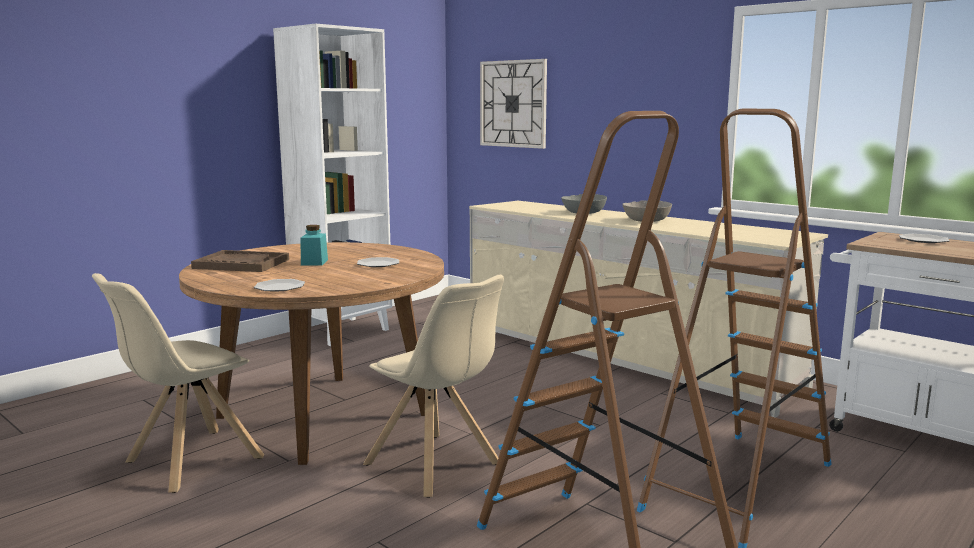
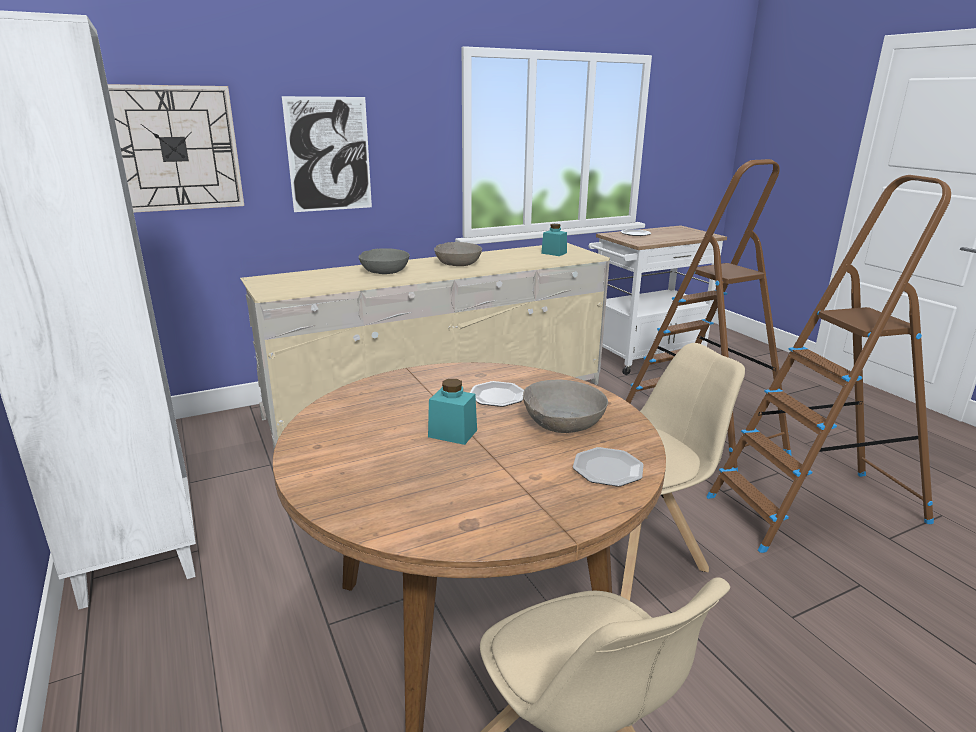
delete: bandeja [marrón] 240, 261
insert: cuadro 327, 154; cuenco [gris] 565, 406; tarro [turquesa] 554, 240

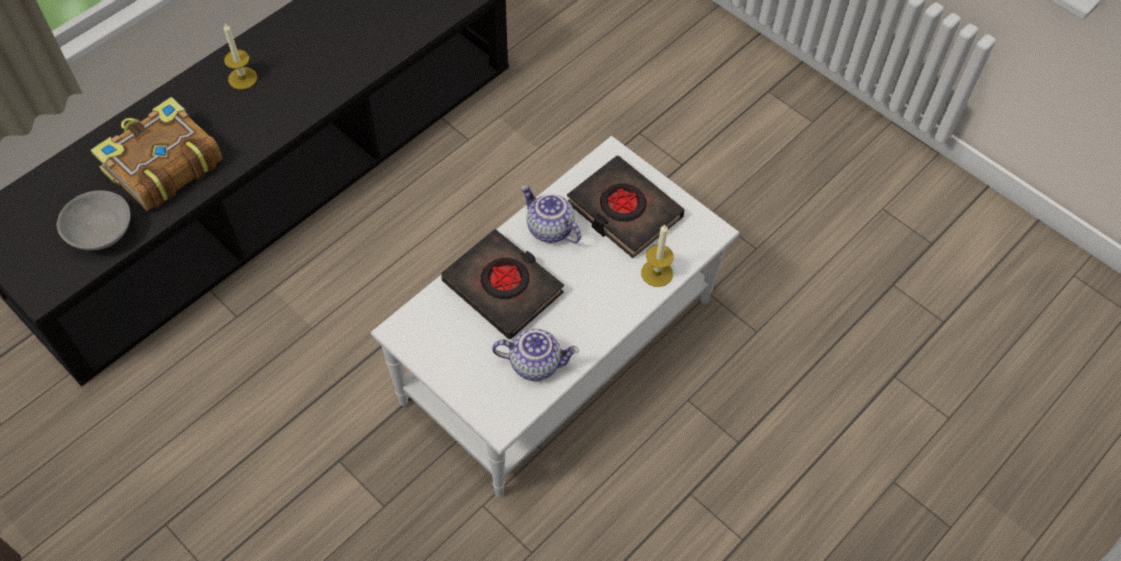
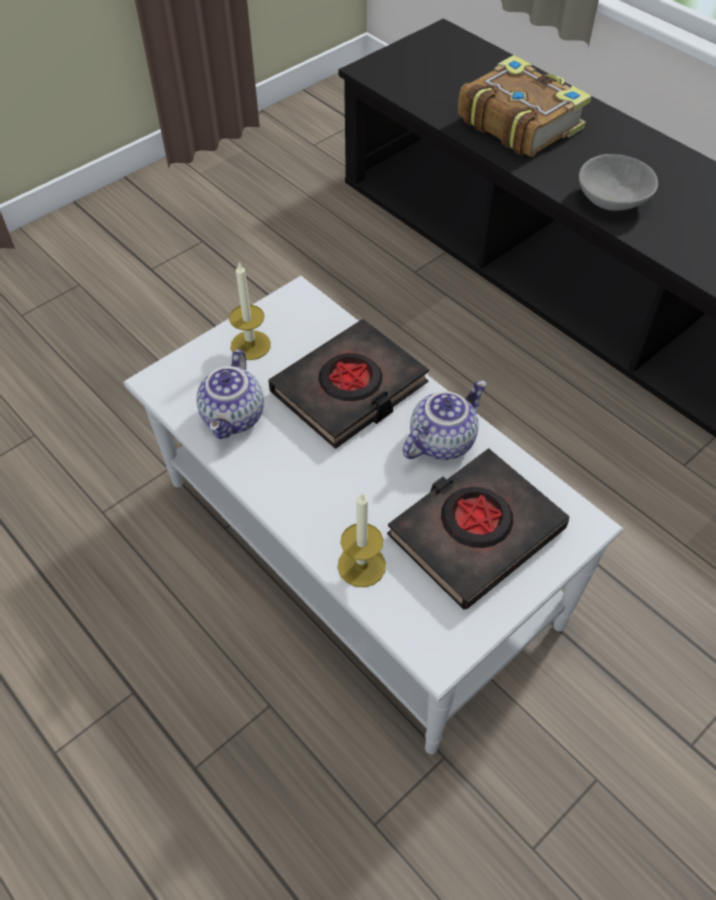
move: vela 240, 56 to 250, 311; cuenco [gris] 94, 220 to 618, 182

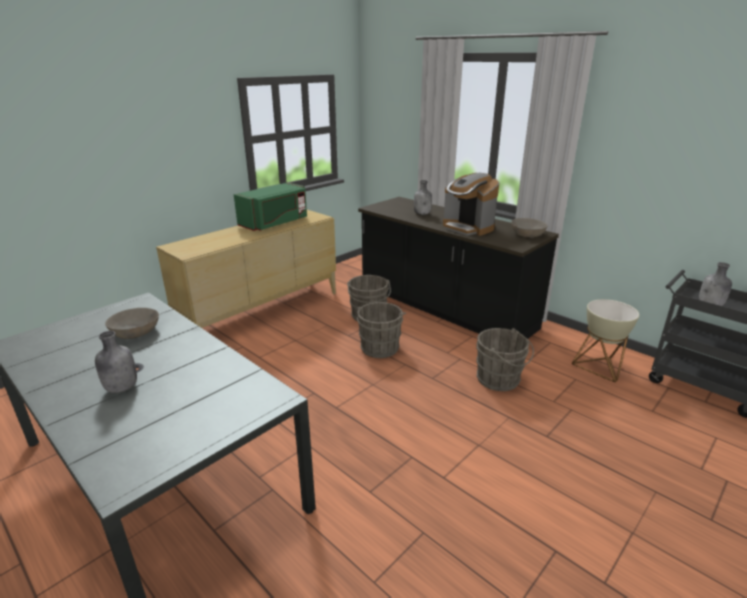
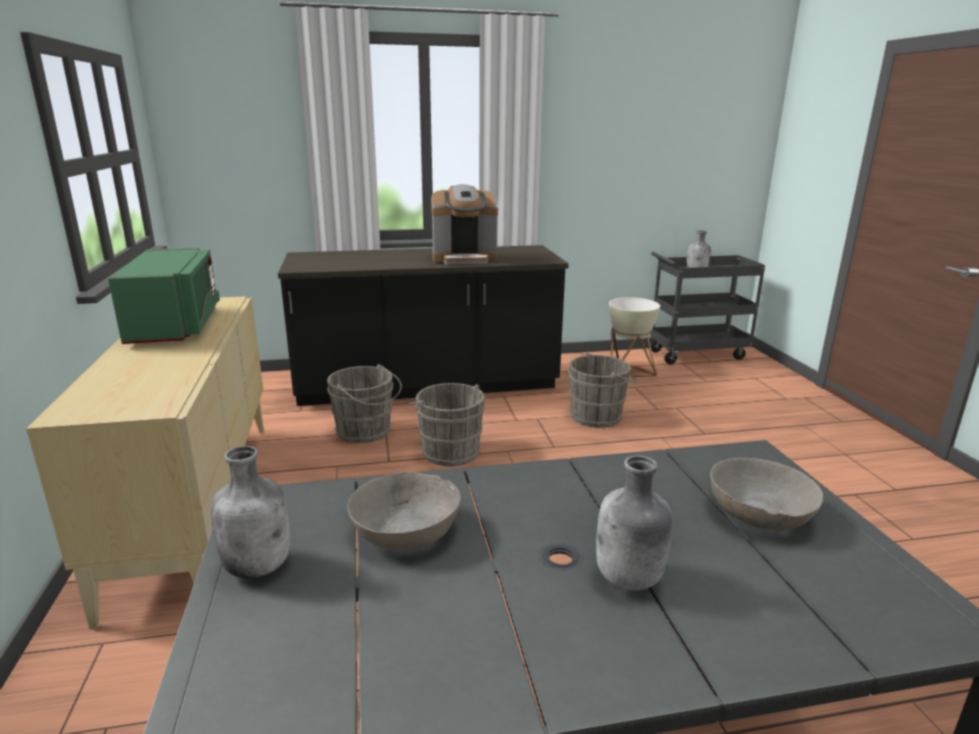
move: botella [gris] 423, 197 to 250, 512; cuenco [gris] 529, 227 to 766, 494

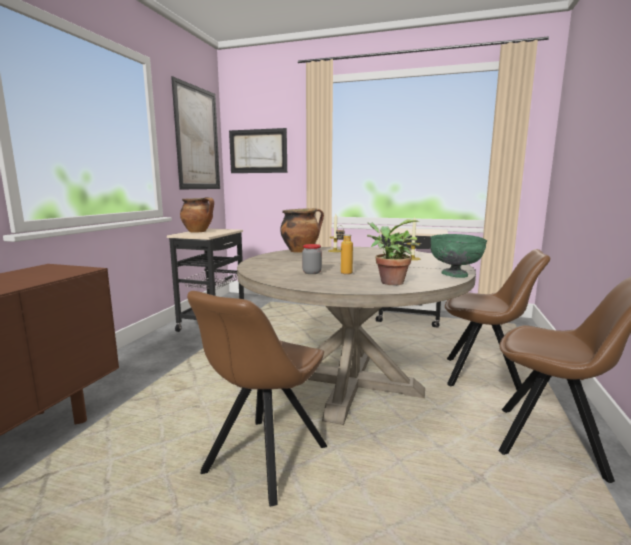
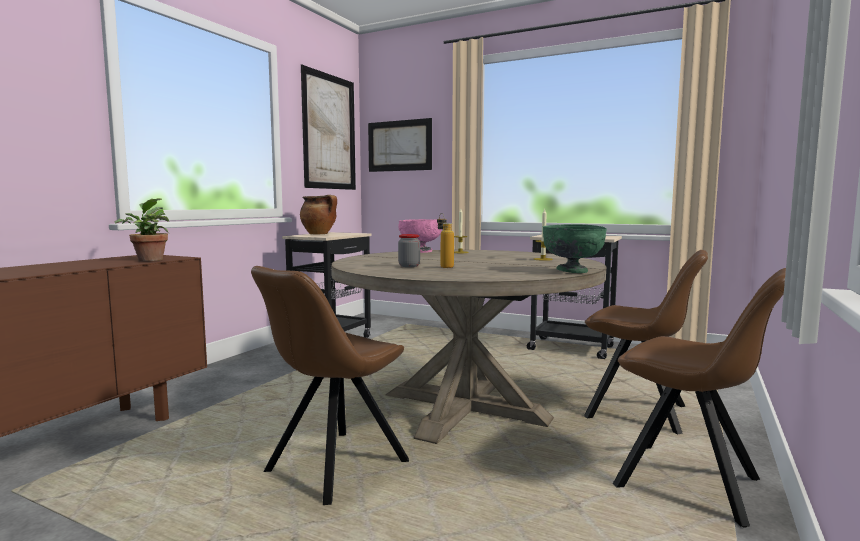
move: planta en maceta 393, 252 to 142, 229
replace: olla 302, 230 to cuenco [rosa] 420, 236

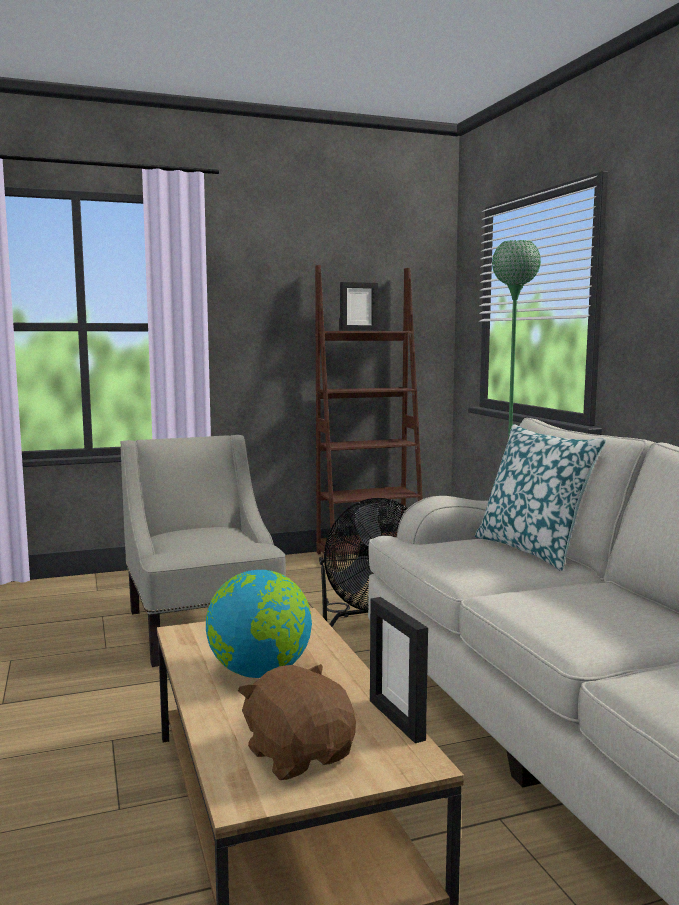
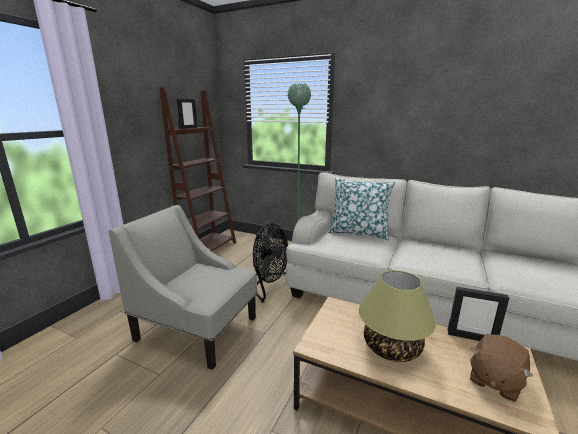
replace: globo terráqueo 259, 624 to lámpara de mesa 397, 316
rotate: peluche [marrón] 297, 722 = 501, 368 60 degrees counterclockwise

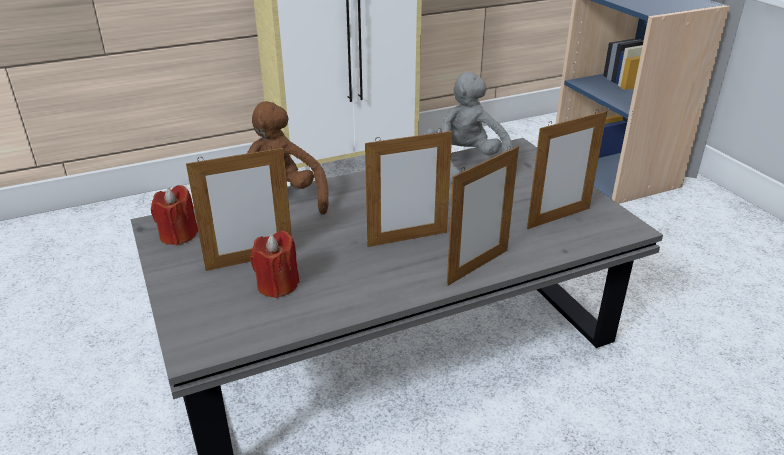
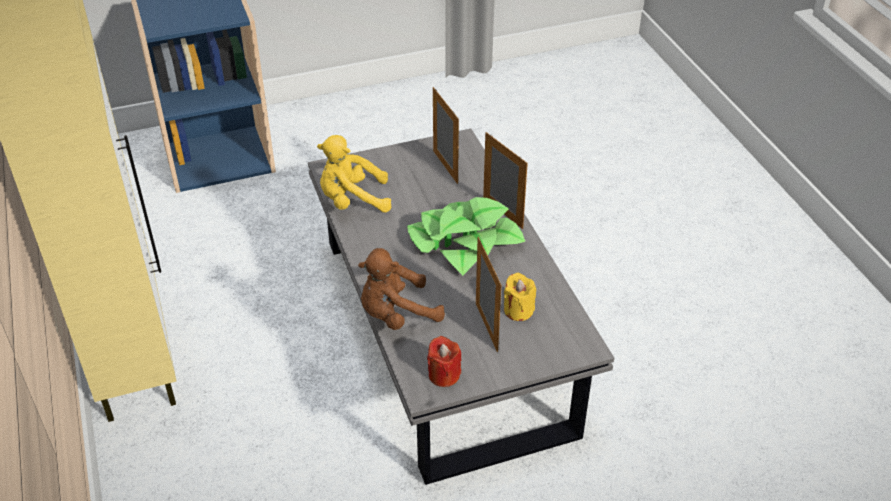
replace: portarretratos 408, 187 to planta en maceta 466, 236
recolor: peluche [gris] 468, 128 to peluche [amarillo] 354, 174; vela [rojo] 274, 264 to vela [amarillo] 520, 297

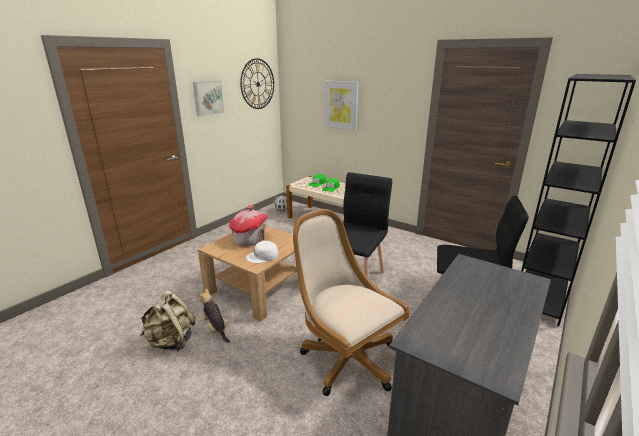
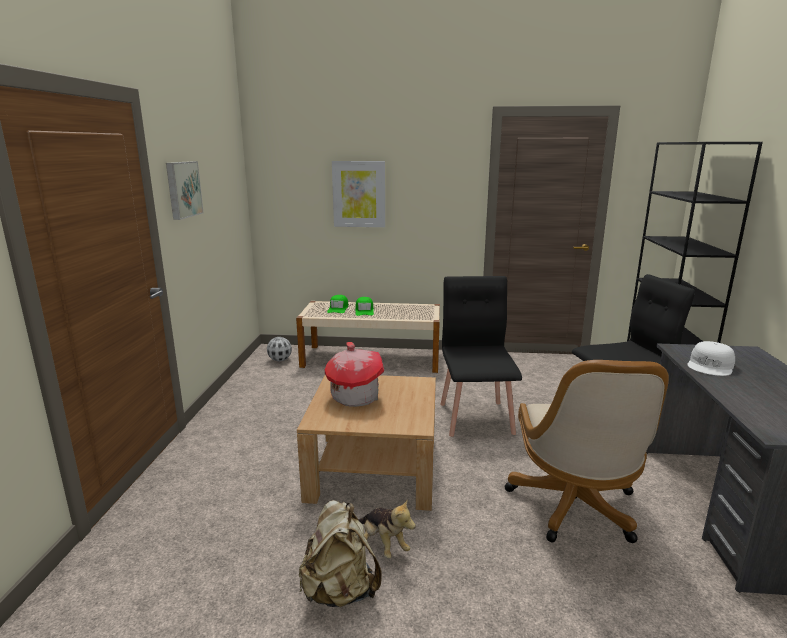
delete: reloj de pared 257, 83
move: gorra [blanco] 262, 252 to 711, 358
rotate: peluche 214, 315 = 387, 529 150 degrees counterclockwise; silla de oficina 351, 302 = 587, 451 105 degrees counterclockwise

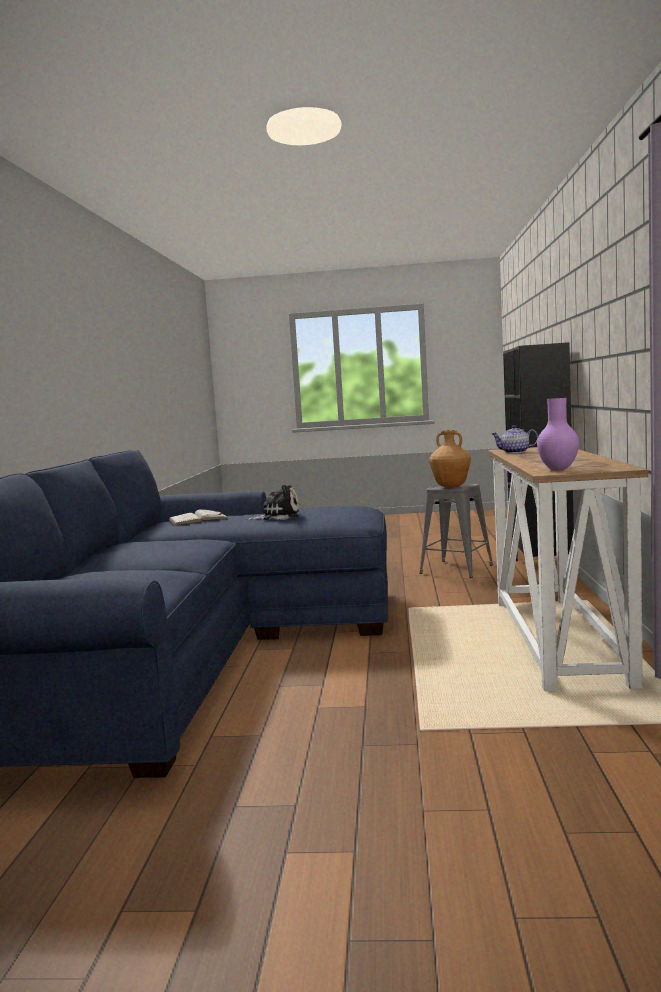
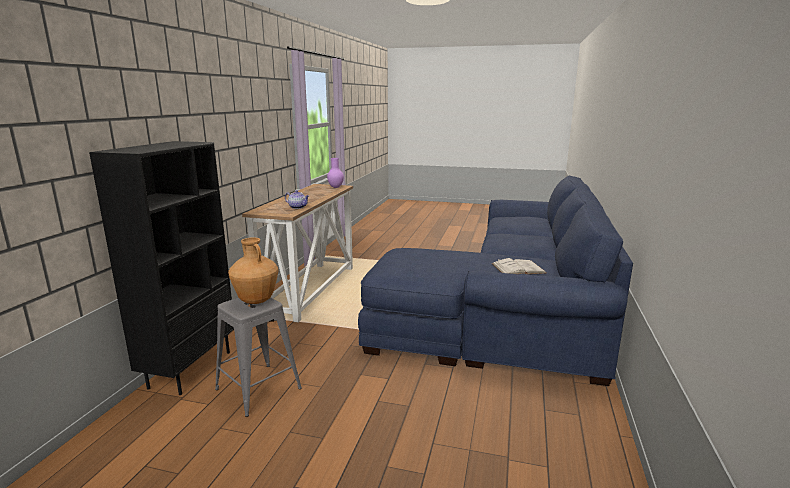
delete: peluche 273, 502

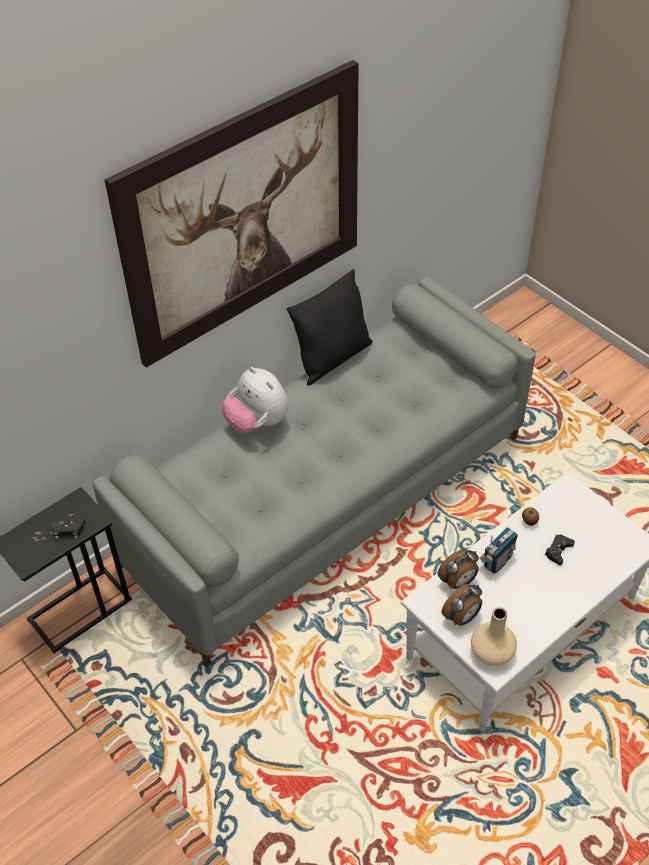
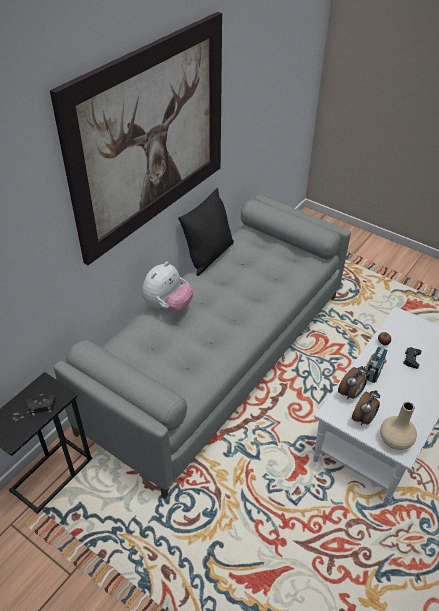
rotate: peluche 255, 400 = 168, 287 90 degrees counterclockwise

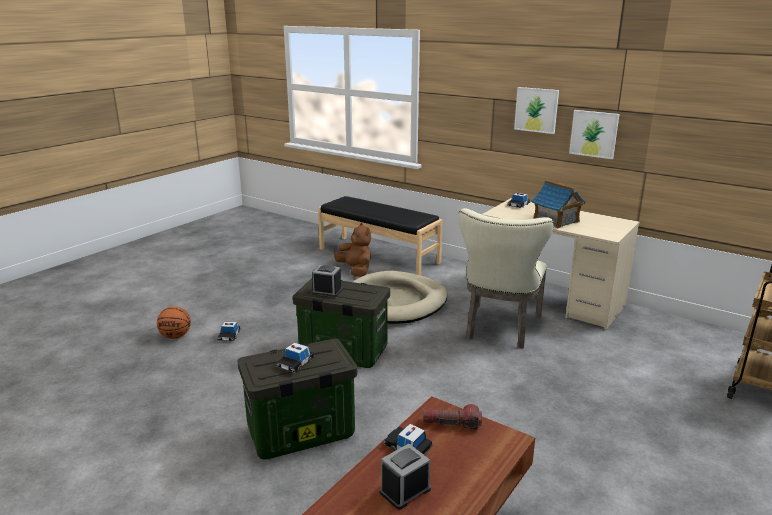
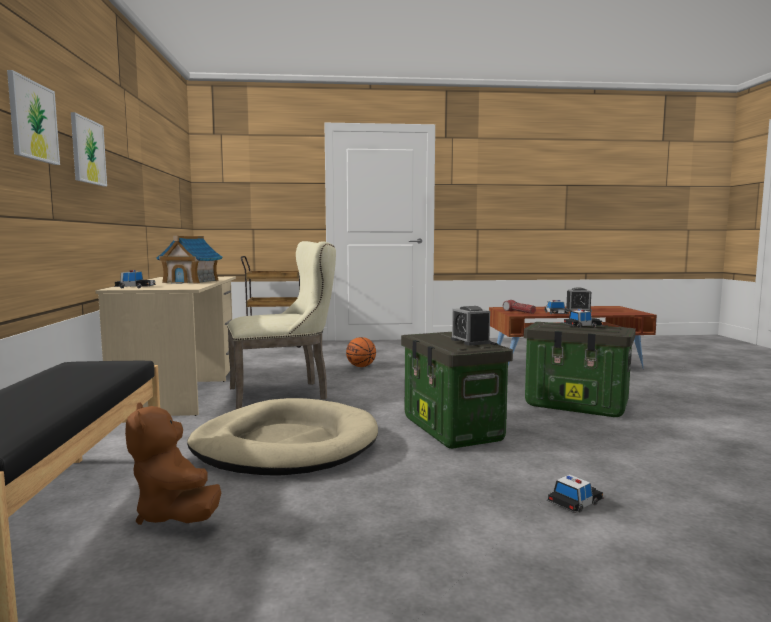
move: cuadro 594, 134 to 33, 117; balón de baloncesto 174, 322 to 361, 352
rotate: peluche [marrón] 352, 250 = 173, 464 45 degrees counterclockwise

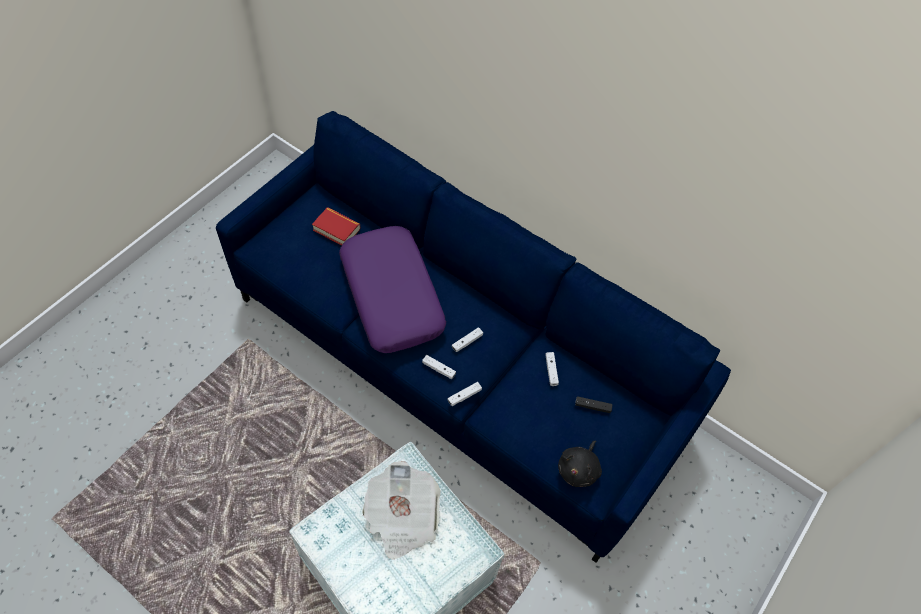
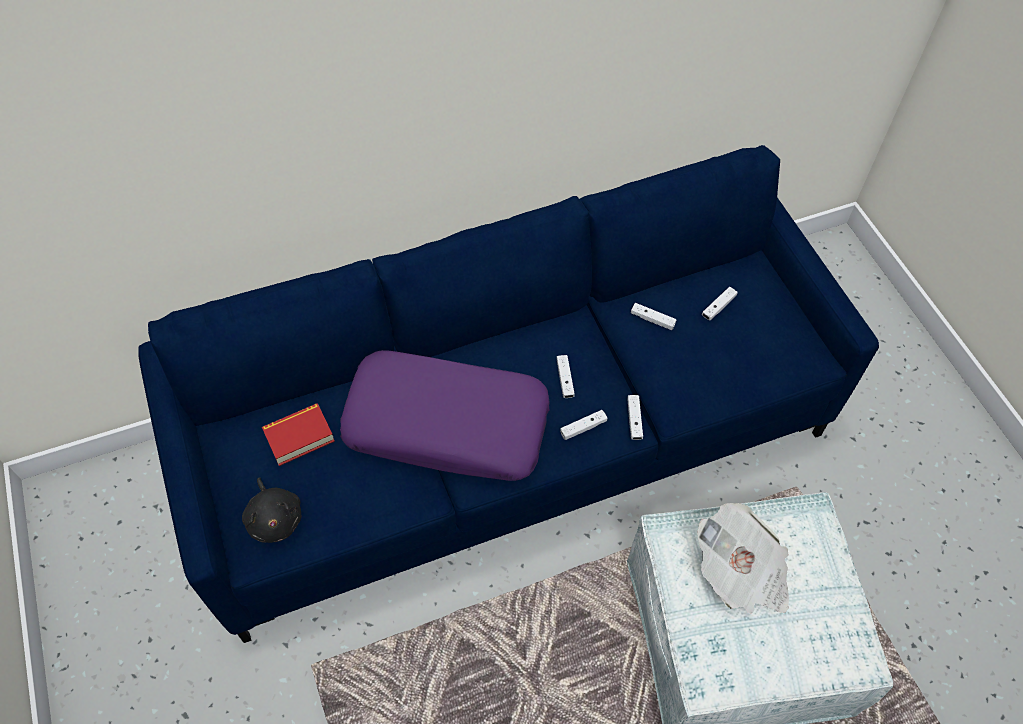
move: peluche [negro] 580, 464 to 271, 510
recolor: mando de consola [negro] 593, 404 to mando de consola [blanco] 720, 303

